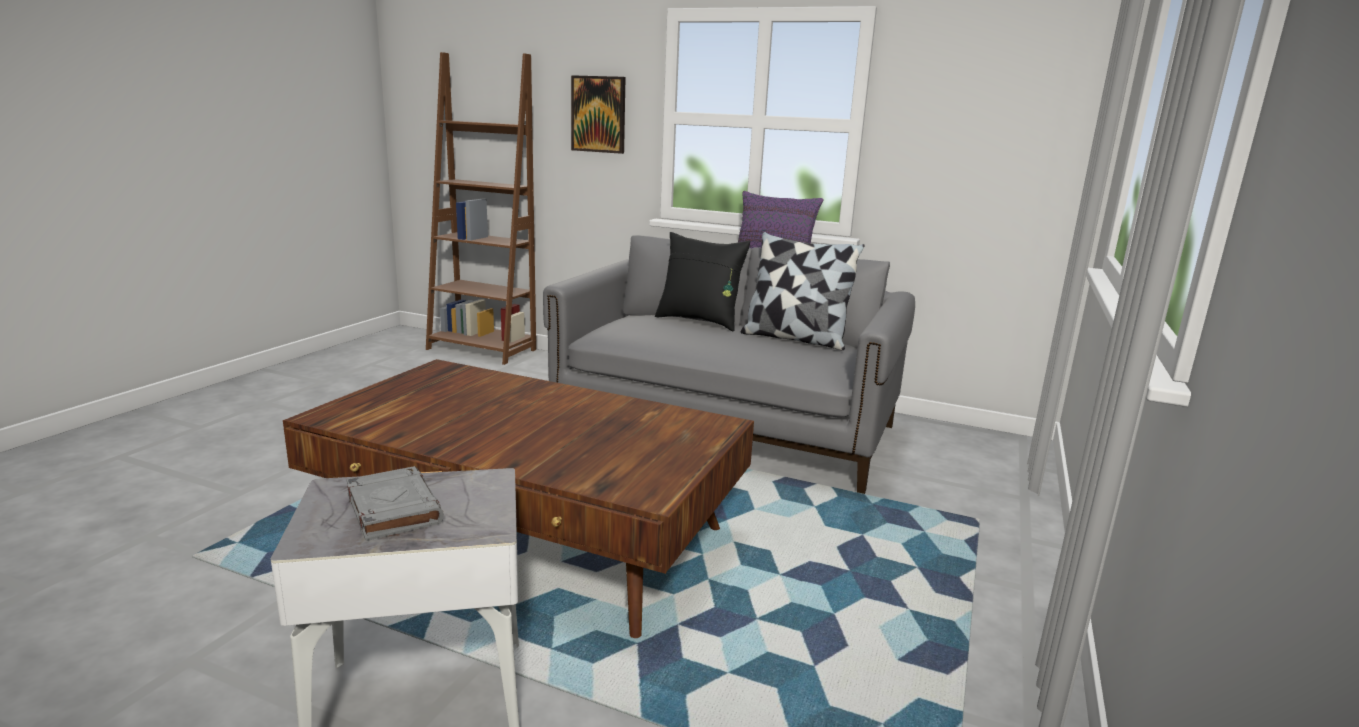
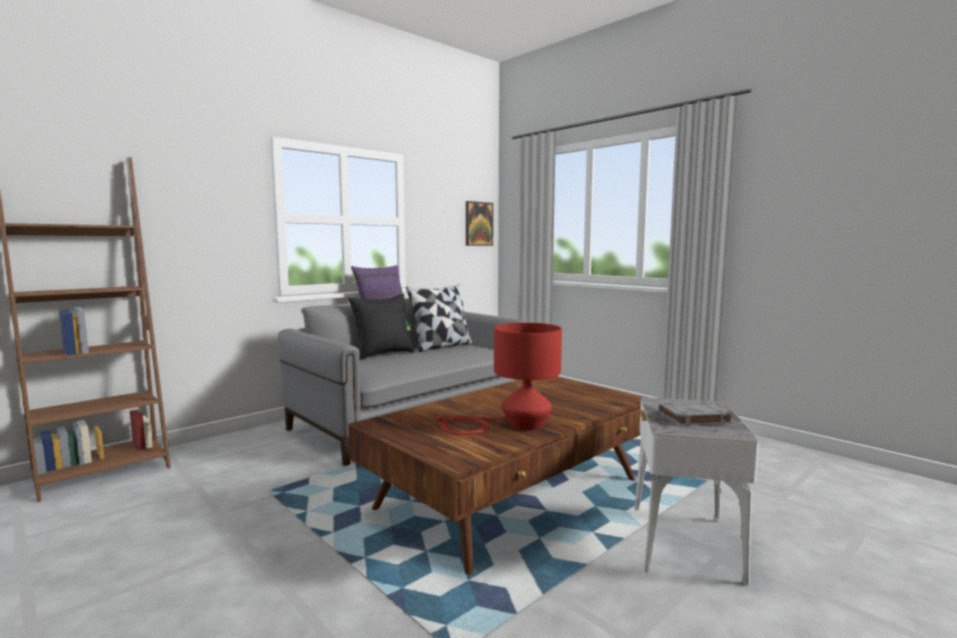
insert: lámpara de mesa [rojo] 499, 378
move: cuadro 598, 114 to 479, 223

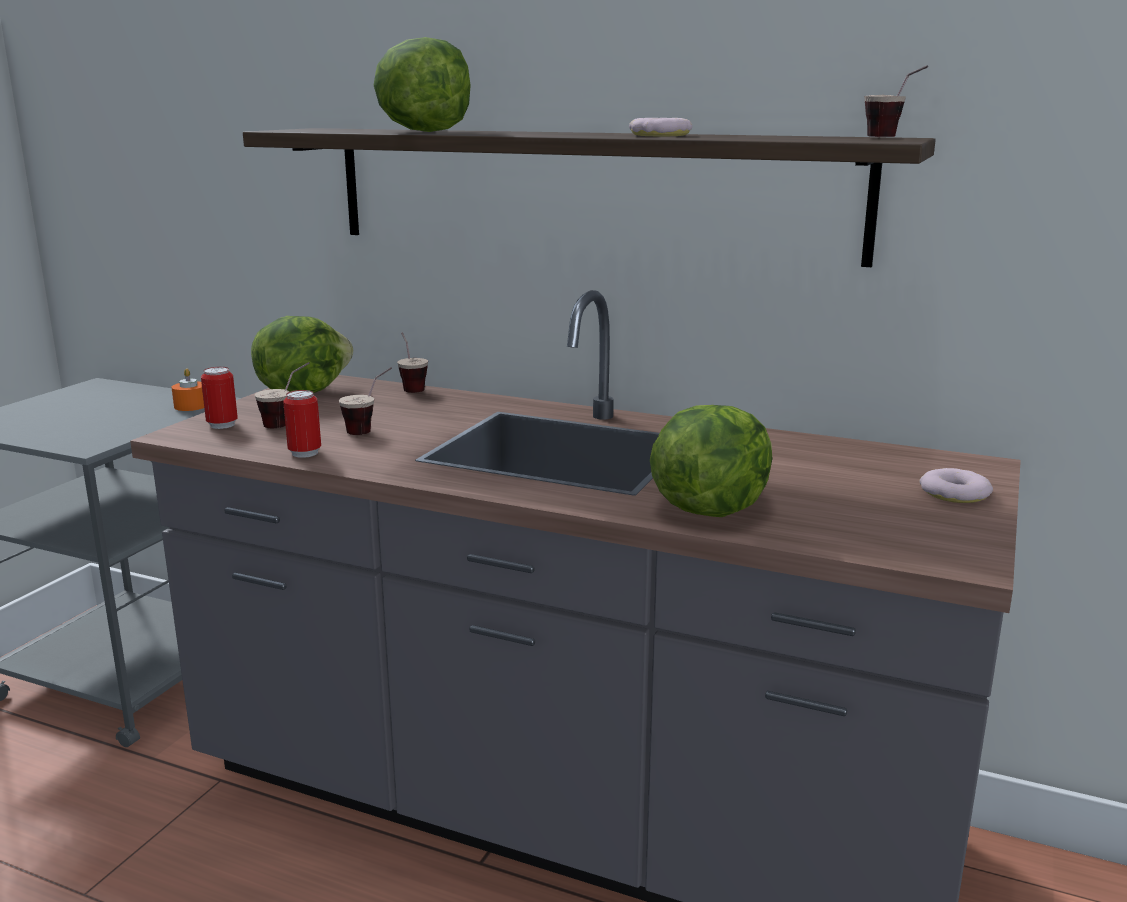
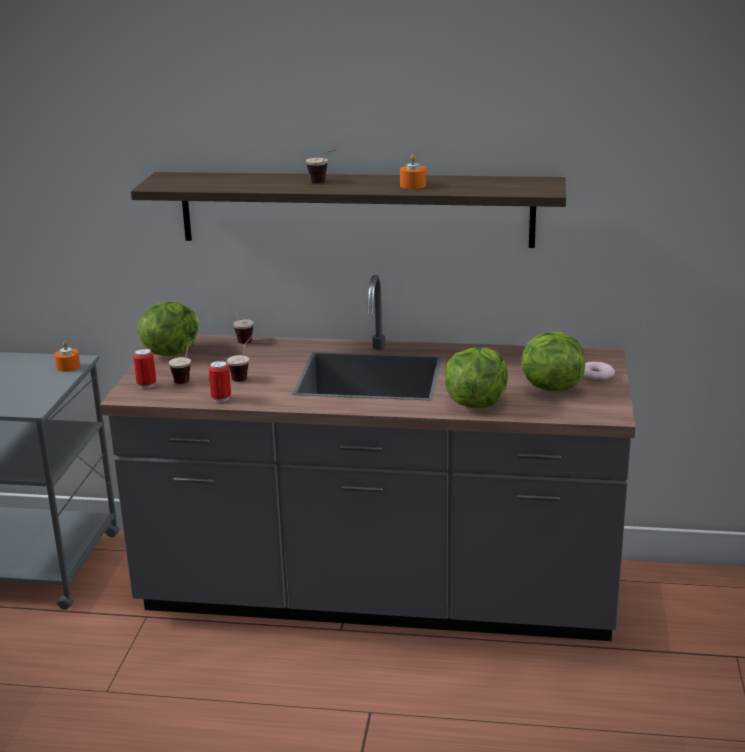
move: taza 896, 101 to 320, 166; lechuga 422, 84 to 553, 361
replace: rosquilla 660, 127 to vela [naranja] 413, 172

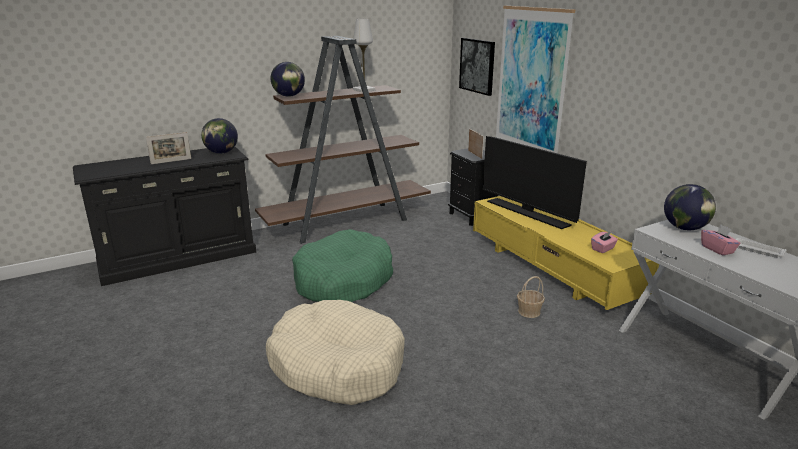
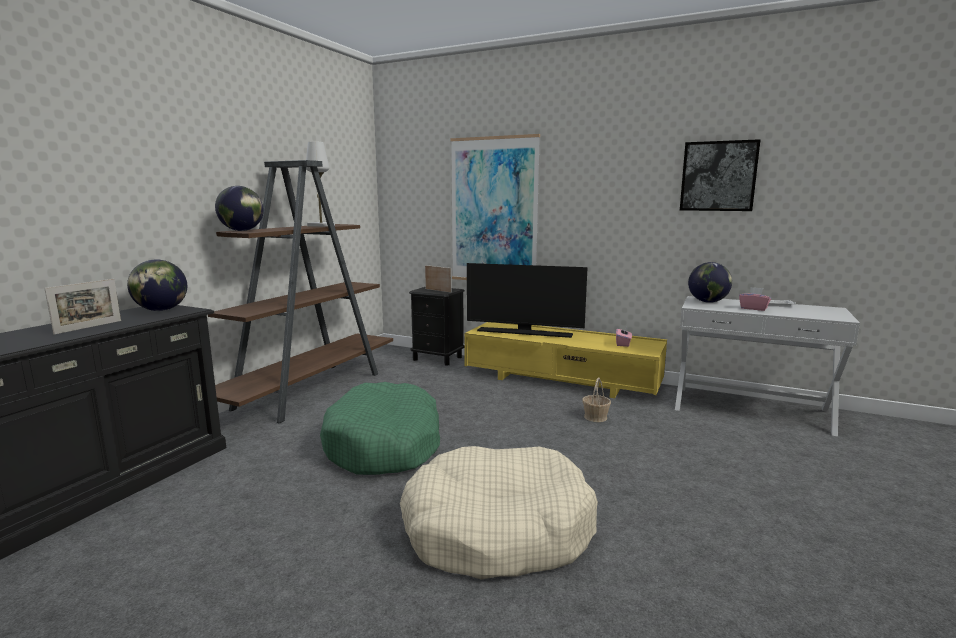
move: cuadro 477, 67 to 720, 175

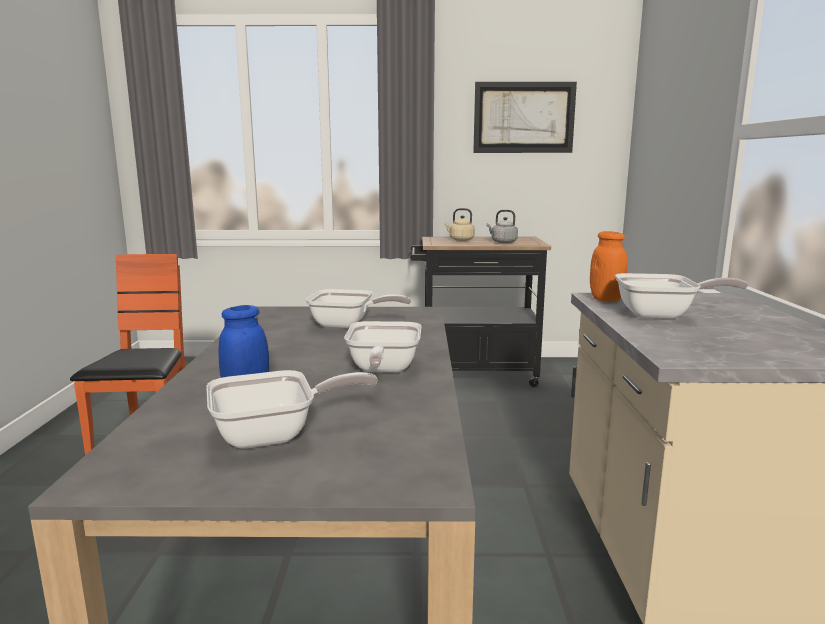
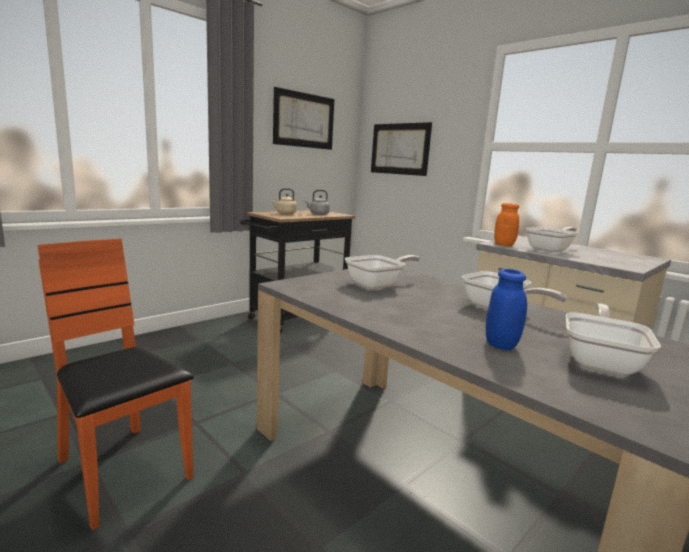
insert: cuadro 401, 149

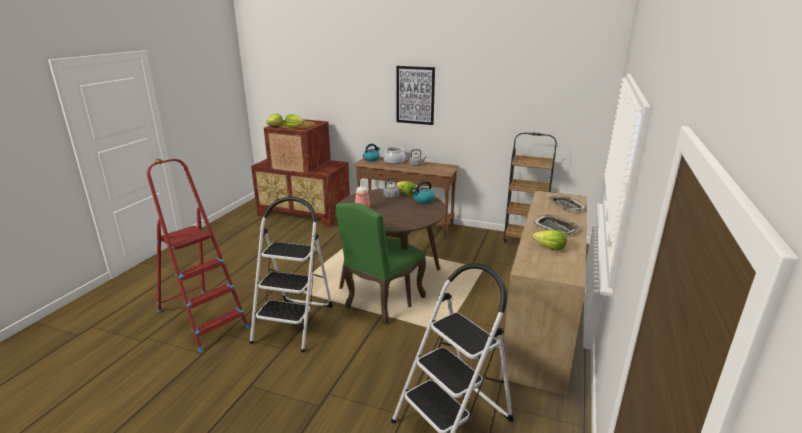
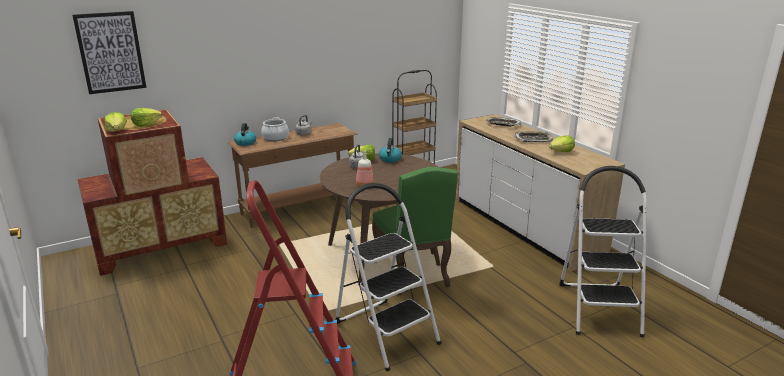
move: cuadro 415, 95 to 109, 52

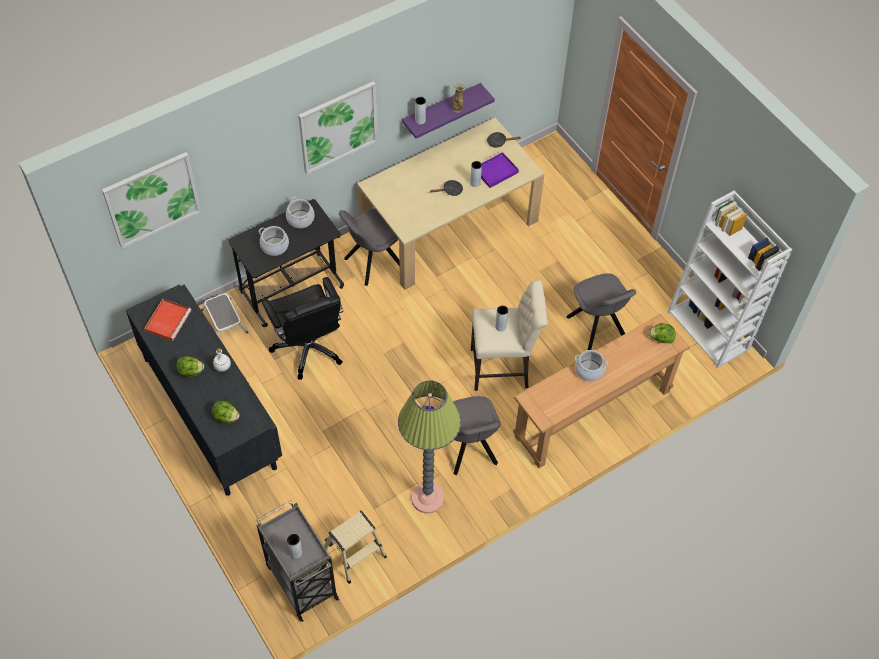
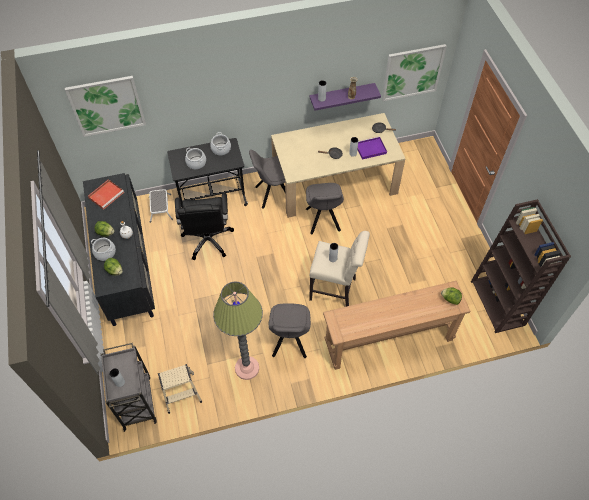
move: olla 591, 365 to 103, 249; silla [gris] 601, 311 to 325, 208; cuadro 338, 127 to 414, 72
recolor: estantería [blanco] 729, 279 to estantería [marrón] 521, 266

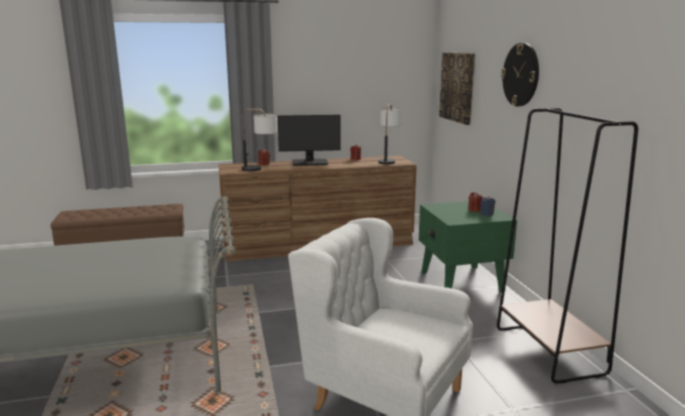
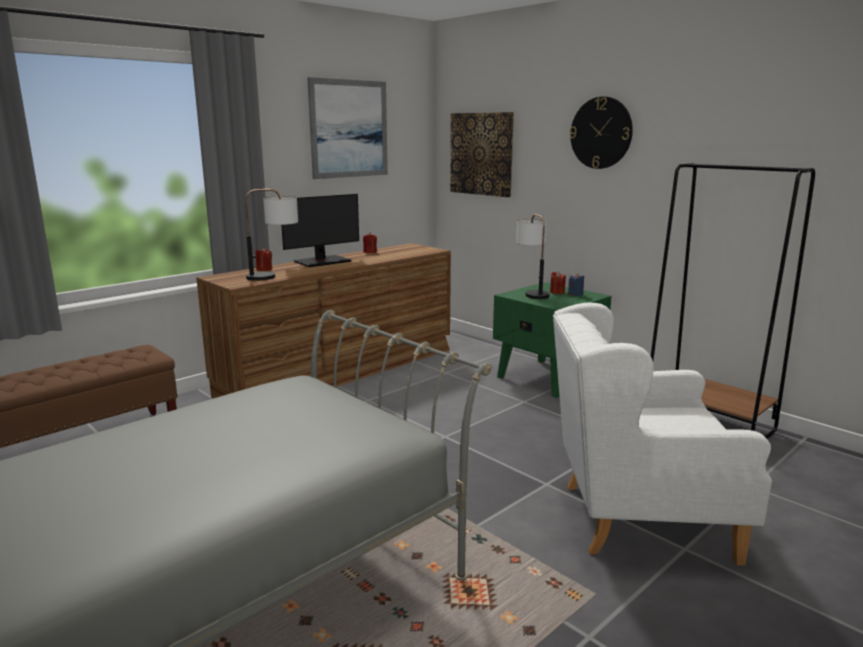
insert: cuadro 347, 128
move: lámpara de mesa 390, 134 to 532, 256

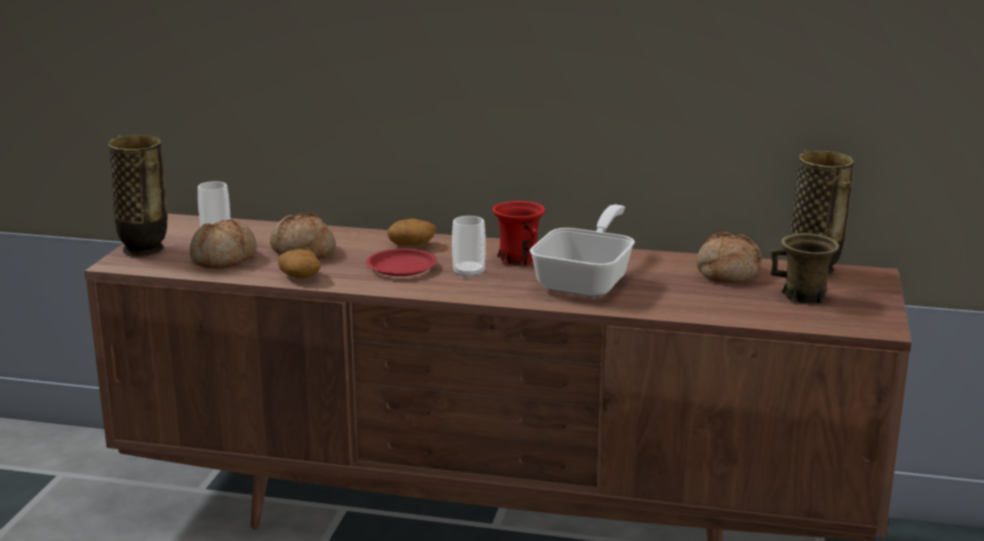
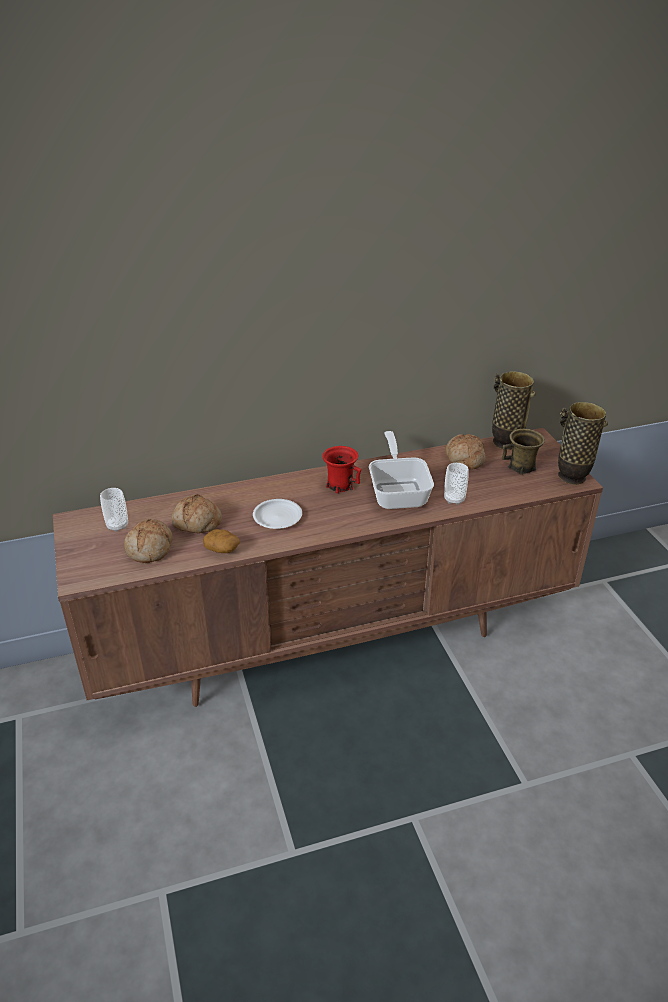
delete: patata 411, 232
move: taza 469, 247 to 456, 484; florero 137, 196 to 583, 443
recolor: plato [rojo] 401, 262 to plato [blanco] 277, 514

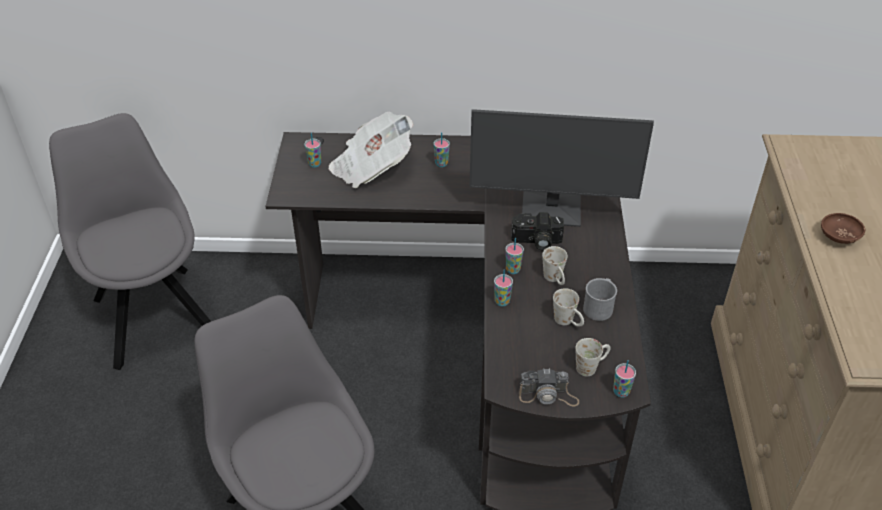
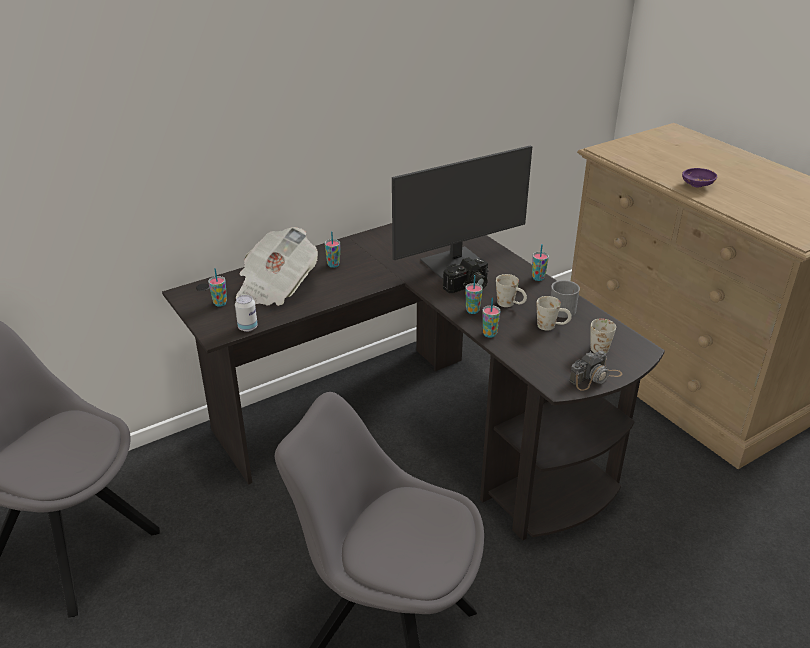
insert: lata 246, 313
move: taza 624, 379 to 540, 262
recolor: cuenco [marrón] 843, 228 to cuenco [morado] 699, 177

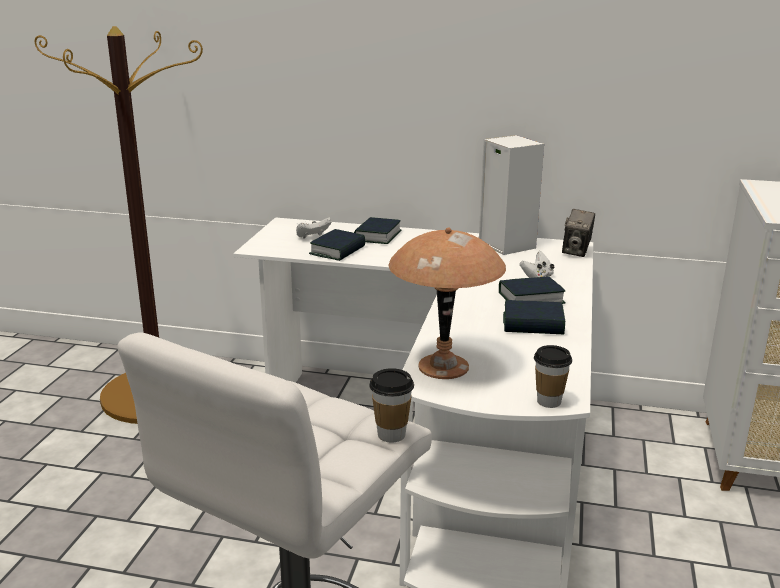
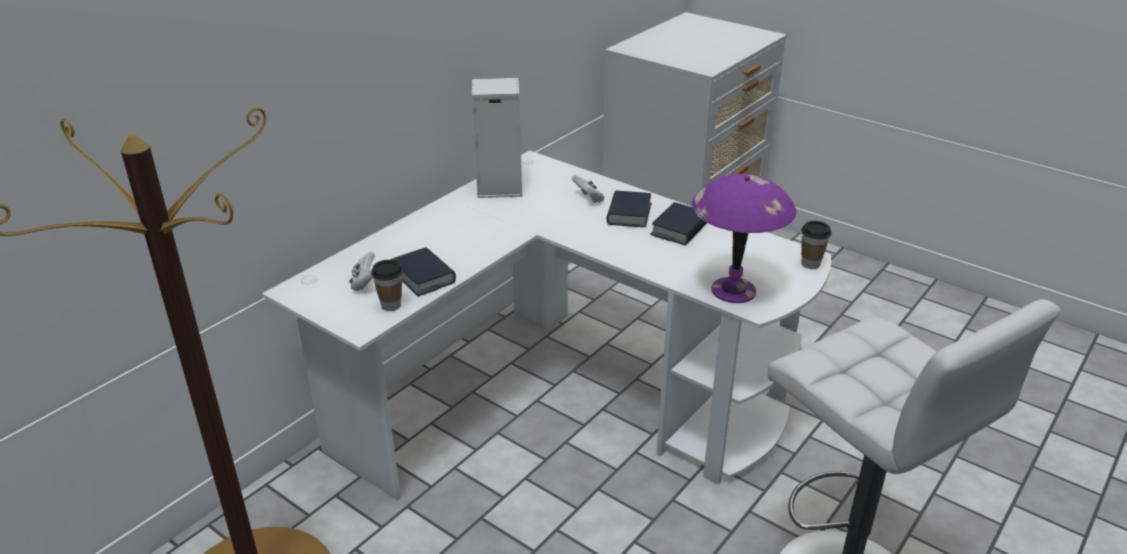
delete: libro 378, 230; cámara 578, 233
move: taza 391, 405 to 387, 285
recolor: lámpara de mesa [marrón] 447, 303 to lámpara de mesa [morado] 744, 238

